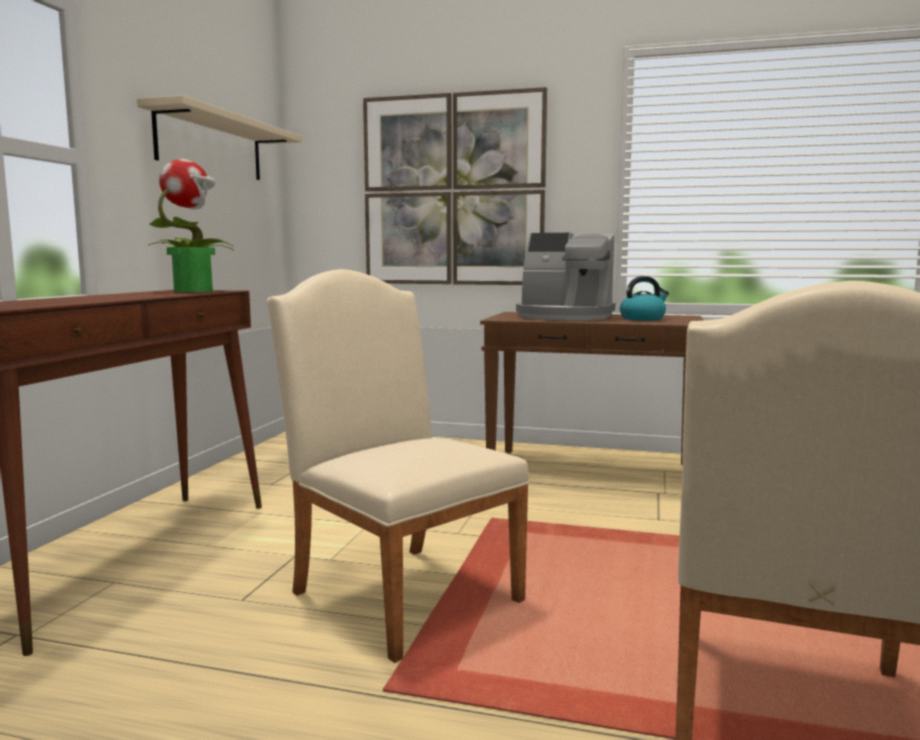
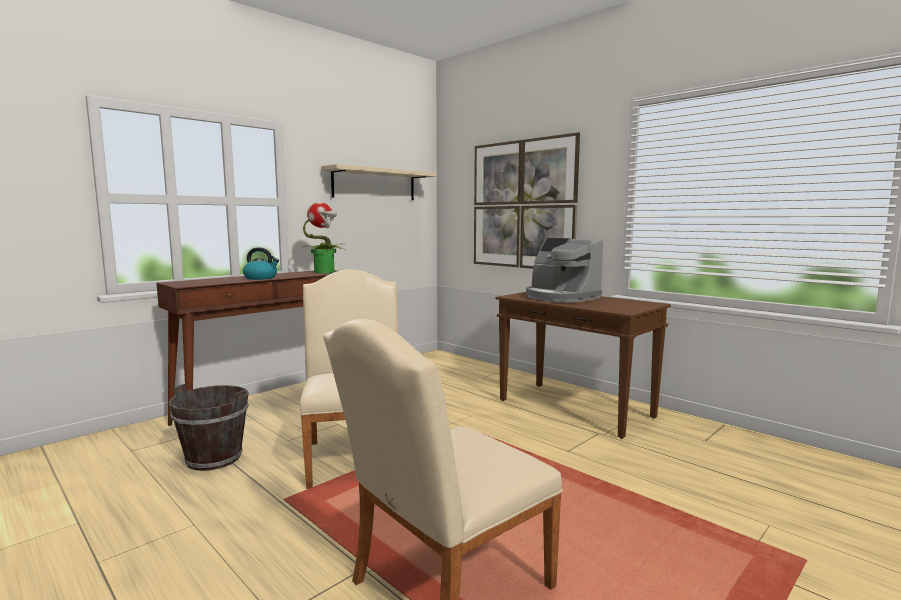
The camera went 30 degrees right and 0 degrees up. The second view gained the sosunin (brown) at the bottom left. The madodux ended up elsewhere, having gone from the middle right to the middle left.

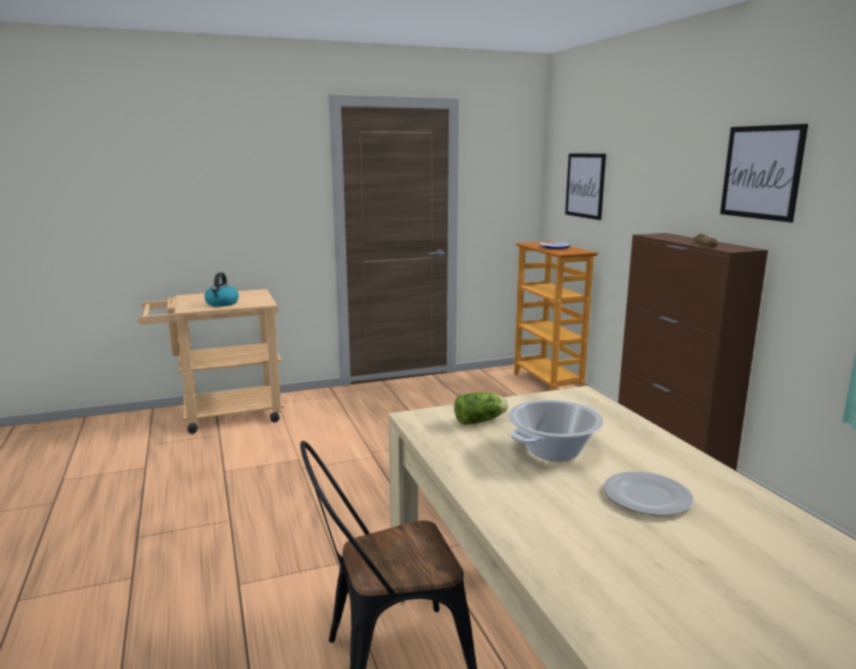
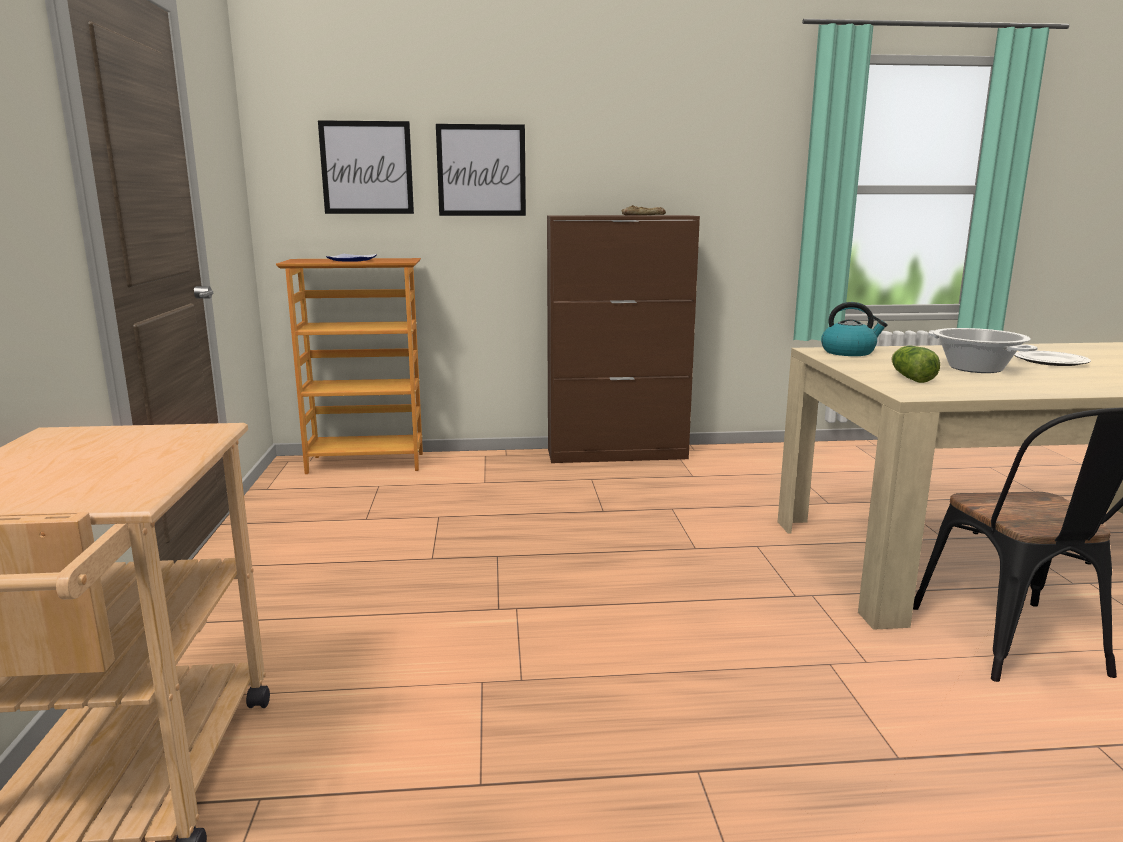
The camera went 75 degrees left and 0 degrees up. The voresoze (2nd from left) ended up elsewhere, having gone from the top right to the top centre. The madodux ended up elsewhere, having gone from the middle left to the middle right.

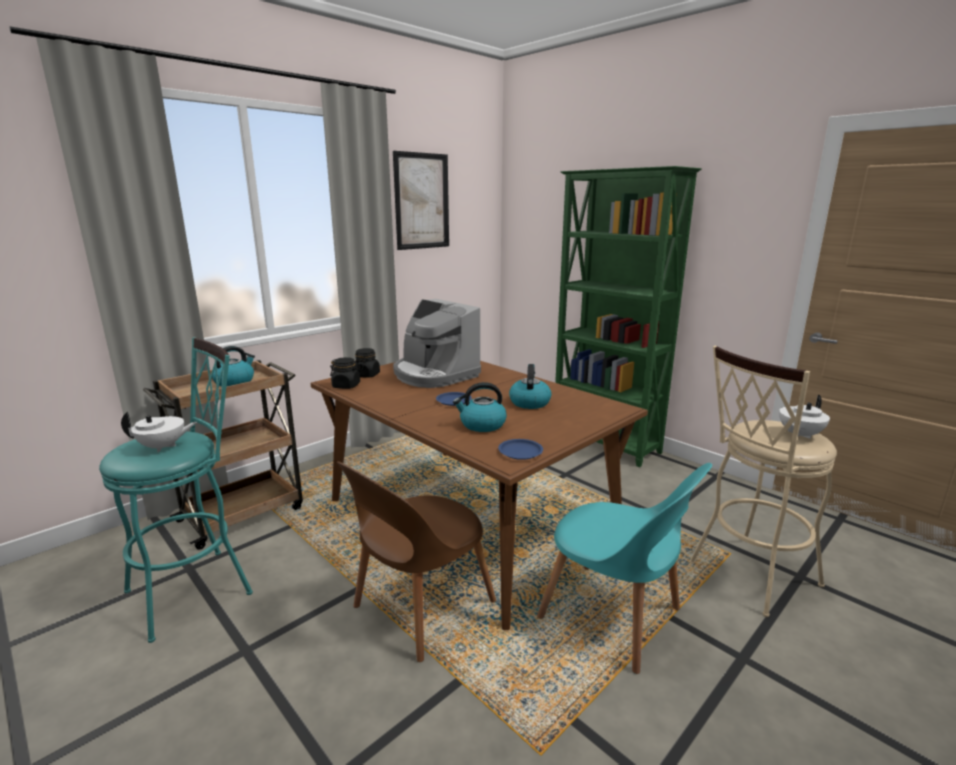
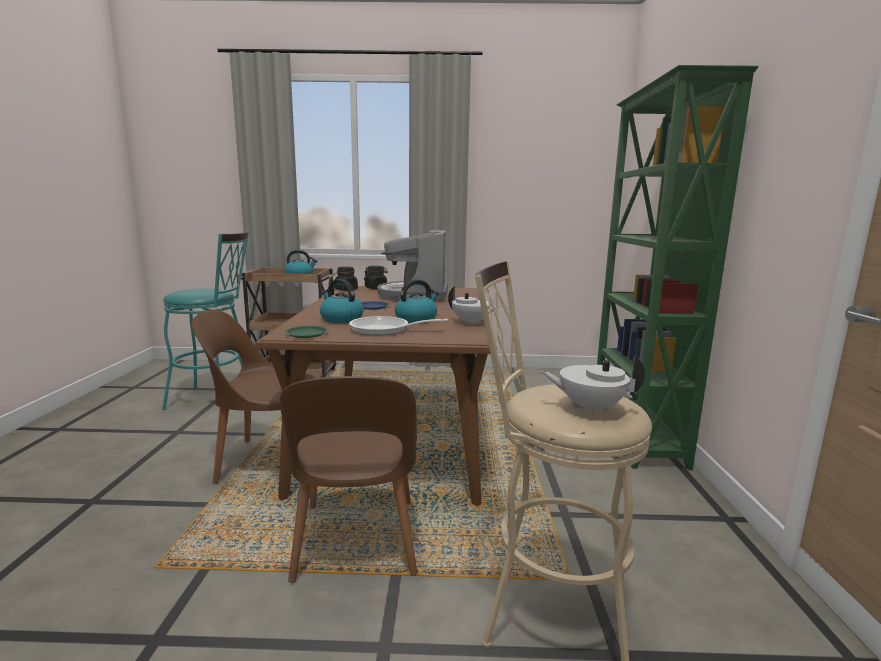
The camera went 45 degrees right and 5 degrees down. What was the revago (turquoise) at the bottom centre turned into the revago (brown) (2nd from left) at the bottom centre. What was the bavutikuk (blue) (2nd from left) at the centre turned into the bavutikuk (green) at the centre. The second view gained the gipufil at the centre. The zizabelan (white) (1st from left) ended up elsewhere, having gone from the middle left to the centre. The second view lost the voresoze at the top centre.

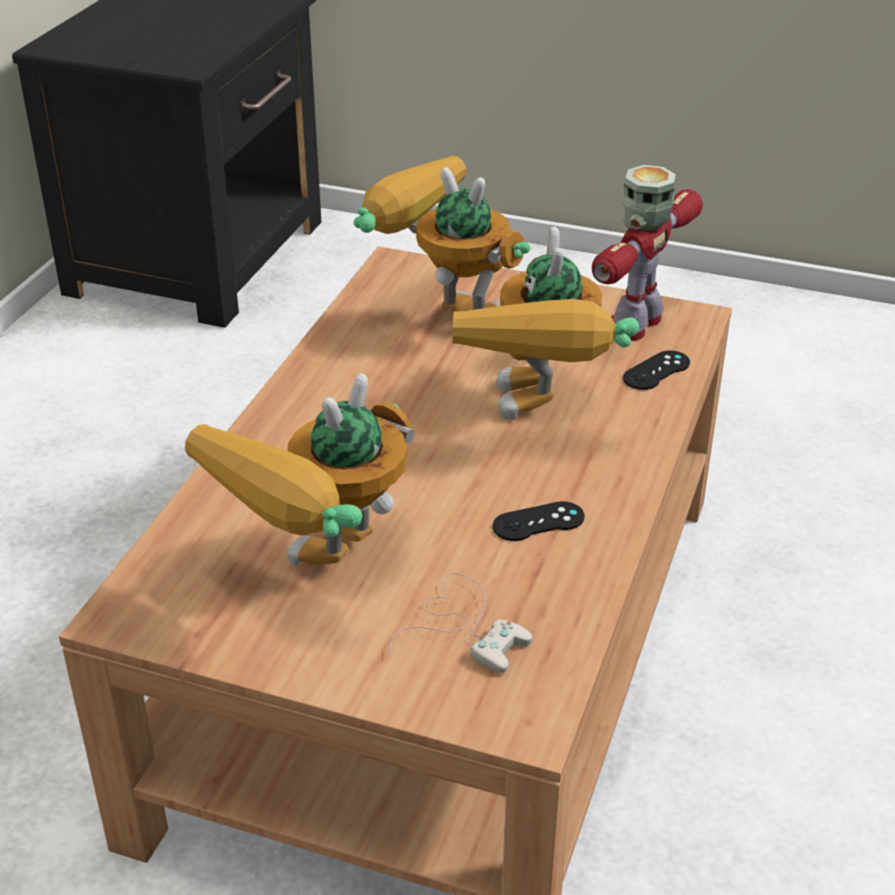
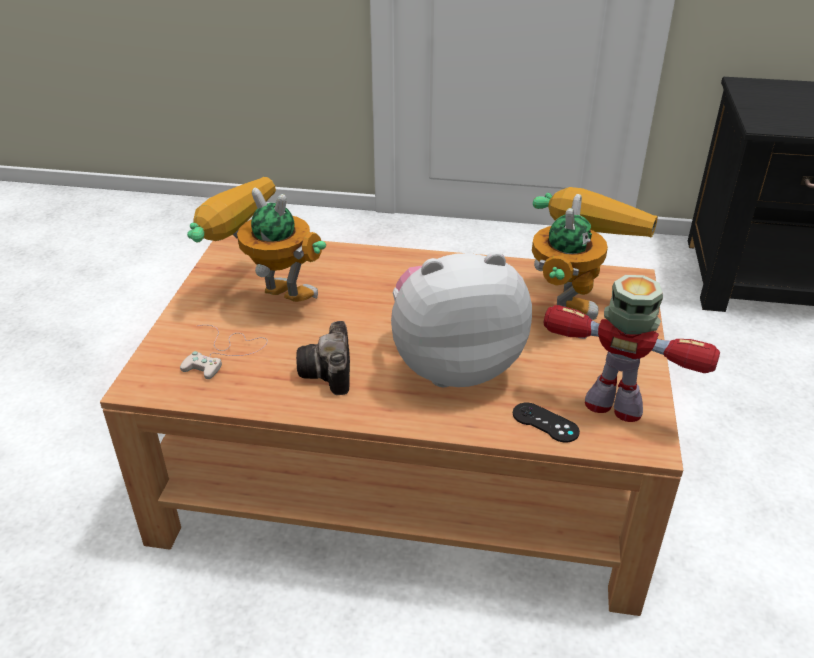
The camera went 80 degrees right and 0 degrees up. Where the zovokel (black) (1st from left) stood at the centre, the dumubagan came to stand at the centre. Where the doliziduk (3rd from left) stood at the centre, the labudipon came to stand at the centre.

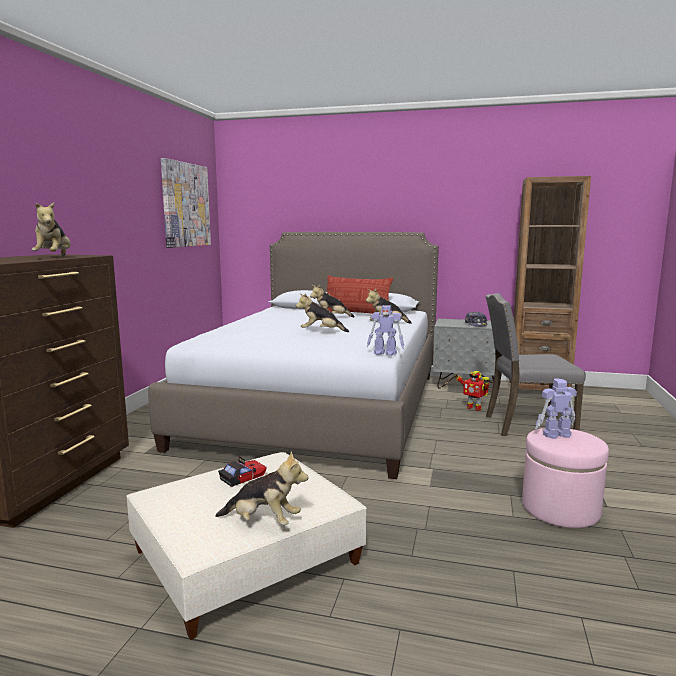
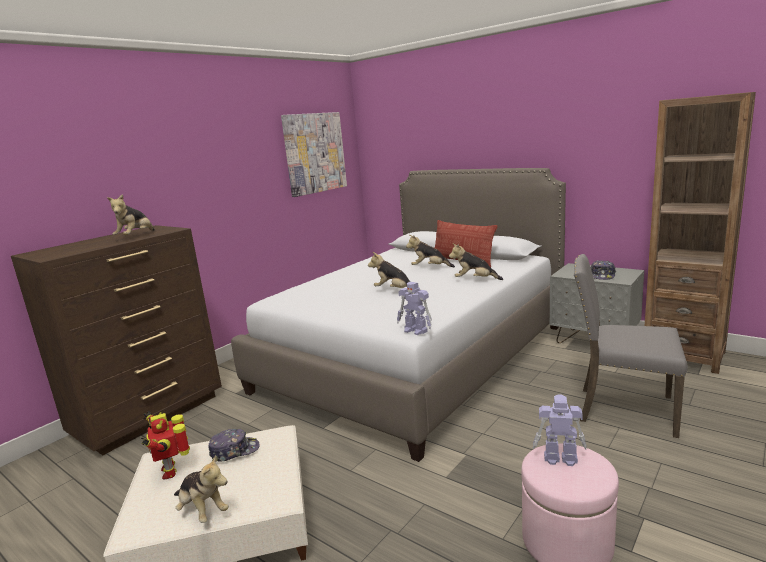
The camera went 25 degrees right and 5 degrees up. The doliziduk (2nd from left in the first image) ended up elsewhere, having gone from the middle right to the bottom left. Where the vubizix stood at the bottom centre, the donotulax (1st from left) came to stand at the bottom left.

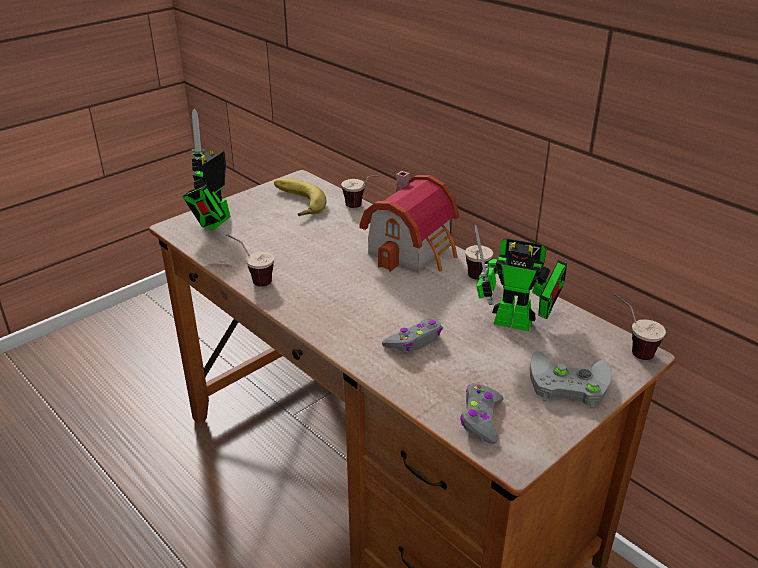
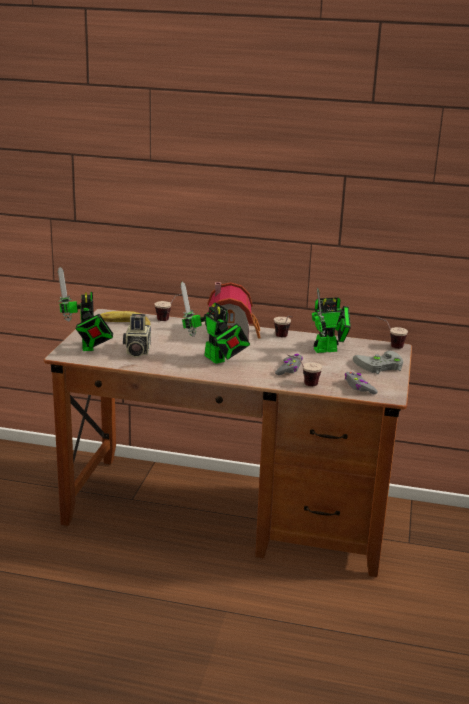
The camera went 35 degrees left and 10 degrees down. The second view gained the dumubagan at the middle left. The second view gained the doliziduk (2nd from left) at the centre. The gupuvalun (1st from left in the first image) ended up elsewhere, having gone from the middle left to the centre.

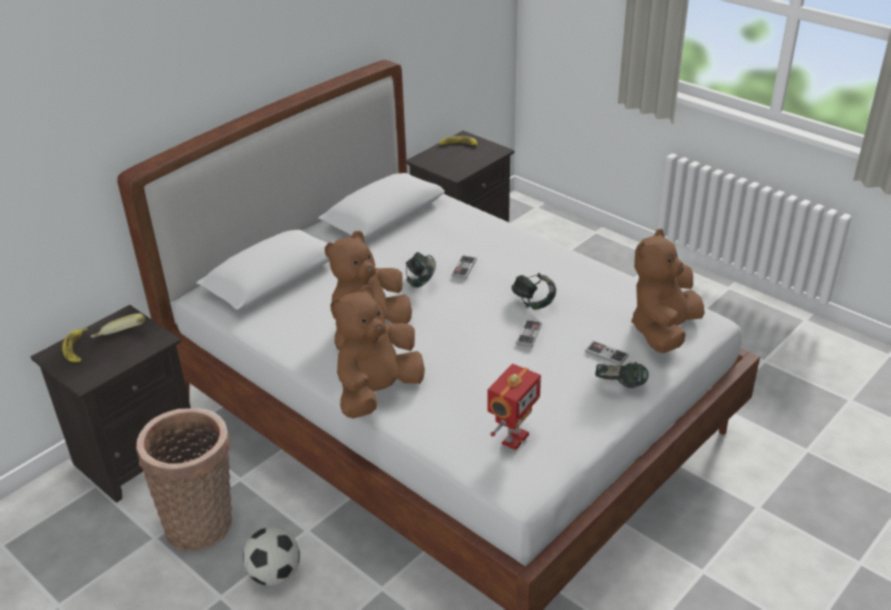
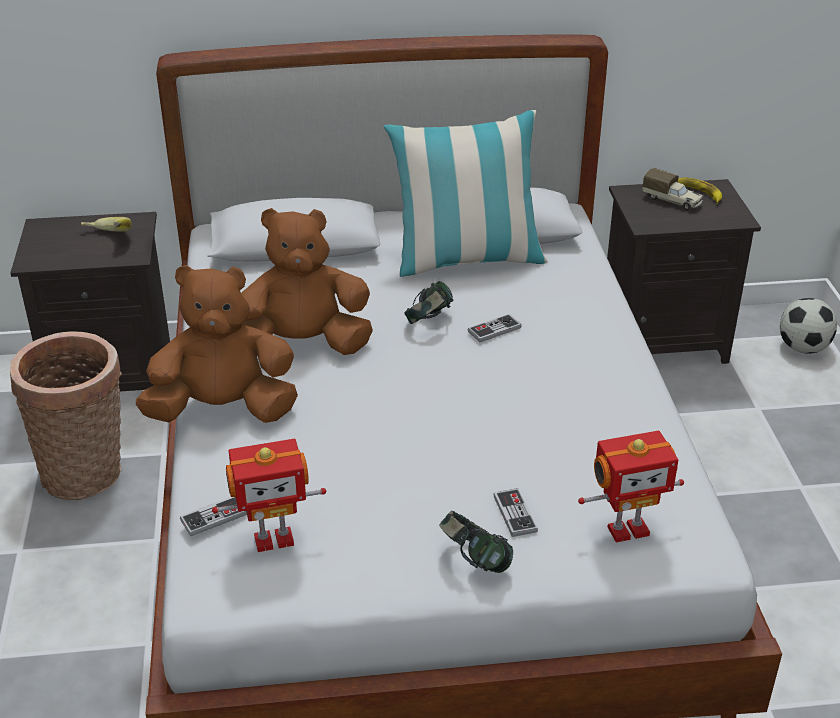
The camera went 40 degrees right and 0 degrees up. The zovokel (2nd from left in the first image) ended up elsewhere, having gone from the centre to the bottom left. The second view gained the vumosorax at the top centre. Where the labudipon (brown) (3rd from left) stood at the middle right, the doliziduk (2nd from left) came to stand at the bottom right. The second view gained the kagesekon at the top right. The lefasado ended up elsewhere, having gone from the bottom left to the middle right. The second view lost the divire (1st from left) at the middle left. The second view lost the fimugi (2nd from left) at the centre.

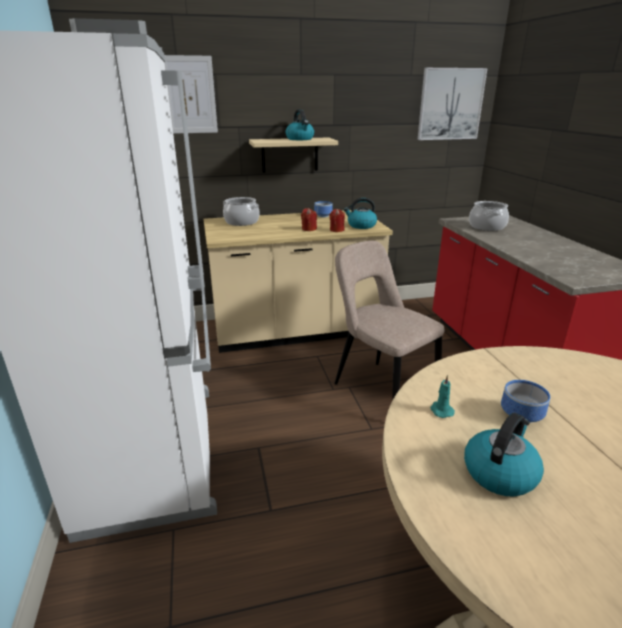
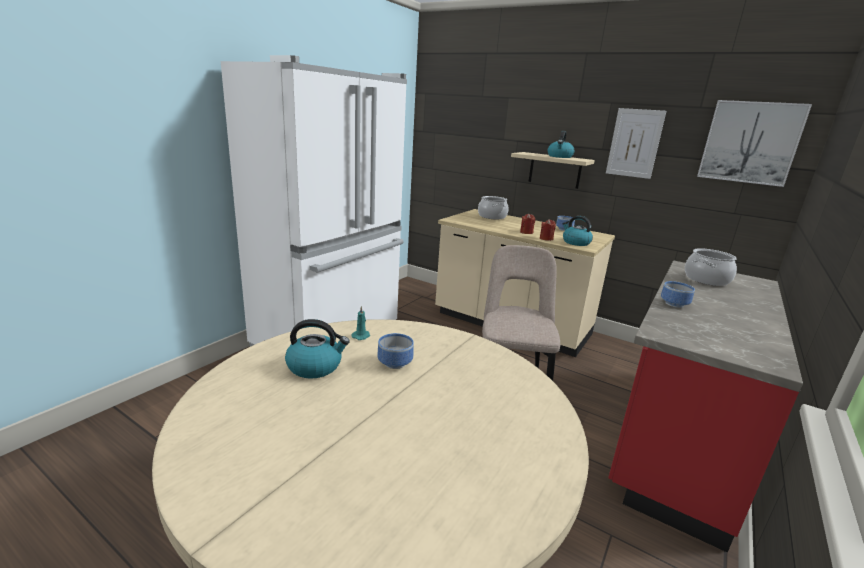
The camera went 45 degrees right and 5 degrees down. The voresoze (1st from left) ended up elsewhere, having gone from the top left to the top right. The second view gained the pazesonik (3rd from left) at the middle right.

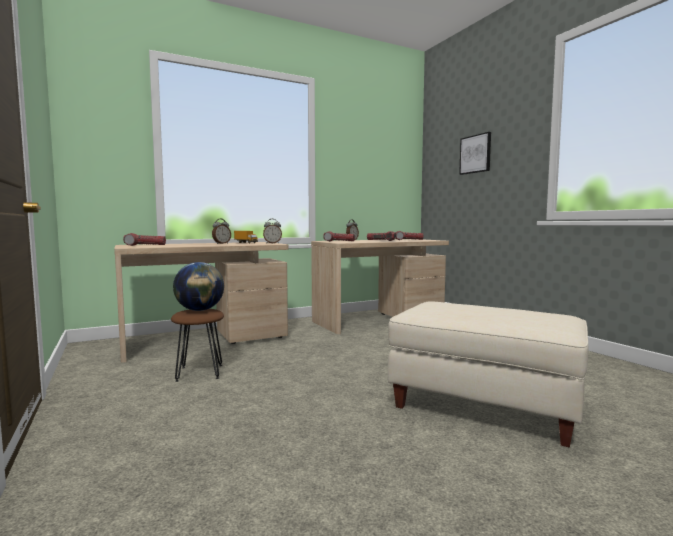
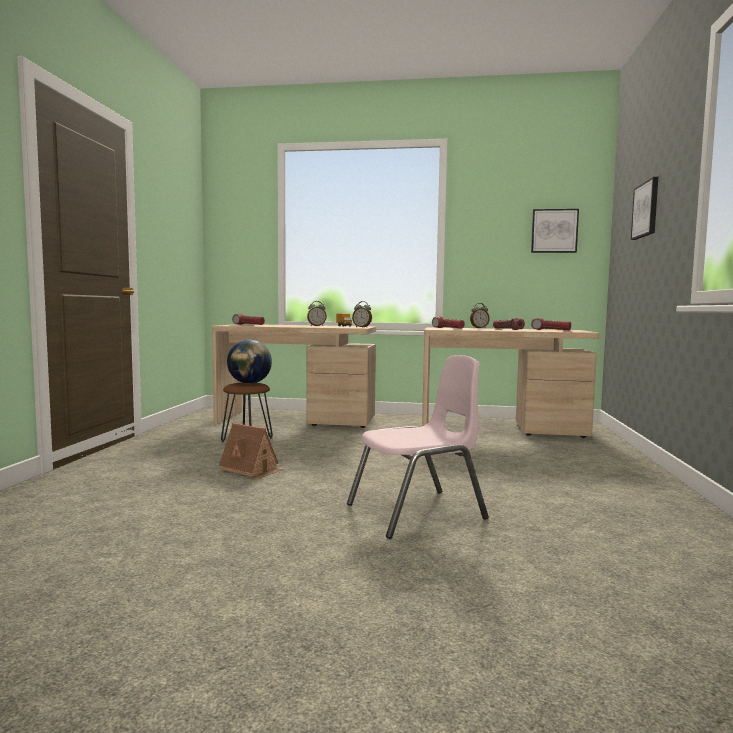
The camera went 35 degrees right and 0 degrees up. The second view gained the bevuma at the centre. Where the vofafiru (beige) stood at the bottom right, the revago (pink) came to stand at the centre. The second view gained the voresoze (1st from left) at the top right.

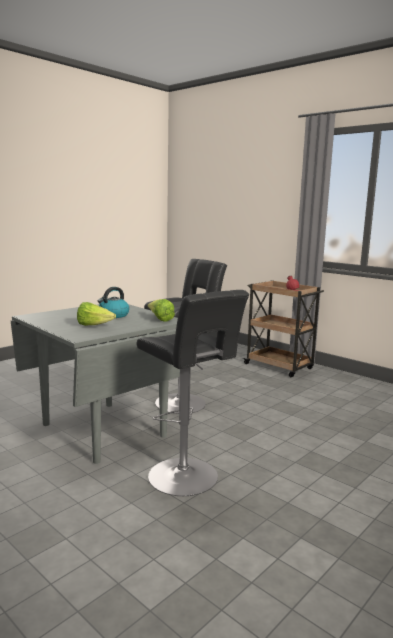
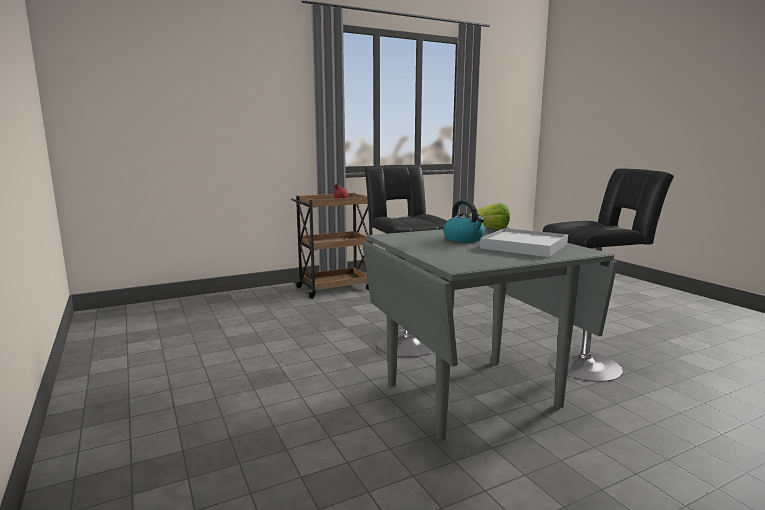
The camera went 70 degrees left and 0 degrees up. Where the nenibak (1st from left) stood at the middle left, the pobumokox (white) came to stand at the middle right.

